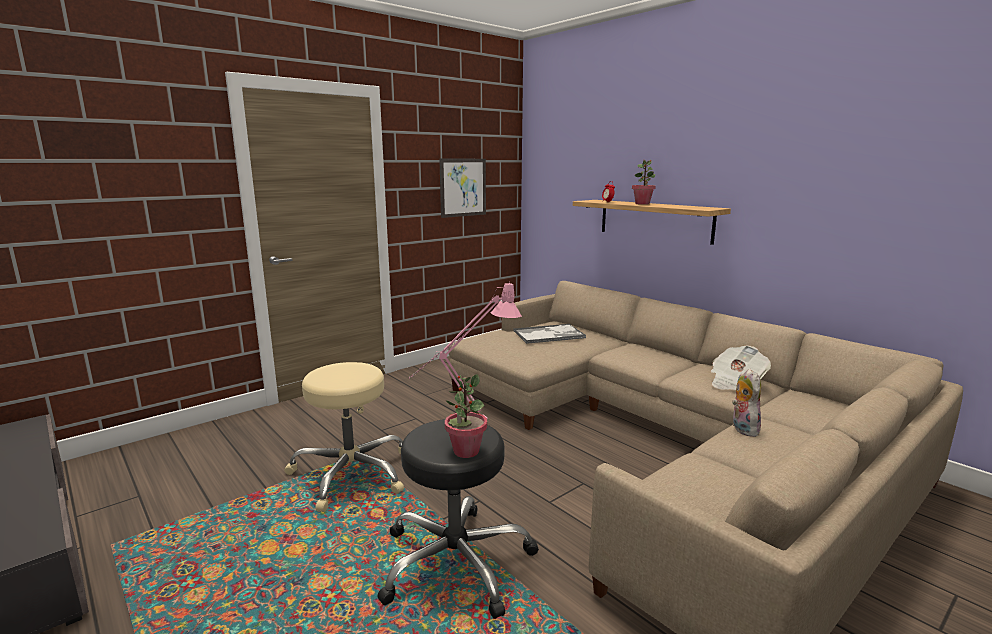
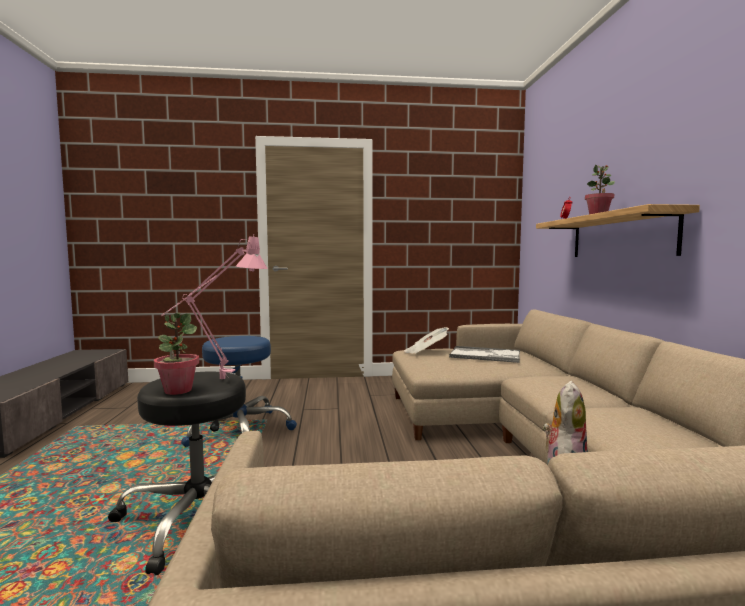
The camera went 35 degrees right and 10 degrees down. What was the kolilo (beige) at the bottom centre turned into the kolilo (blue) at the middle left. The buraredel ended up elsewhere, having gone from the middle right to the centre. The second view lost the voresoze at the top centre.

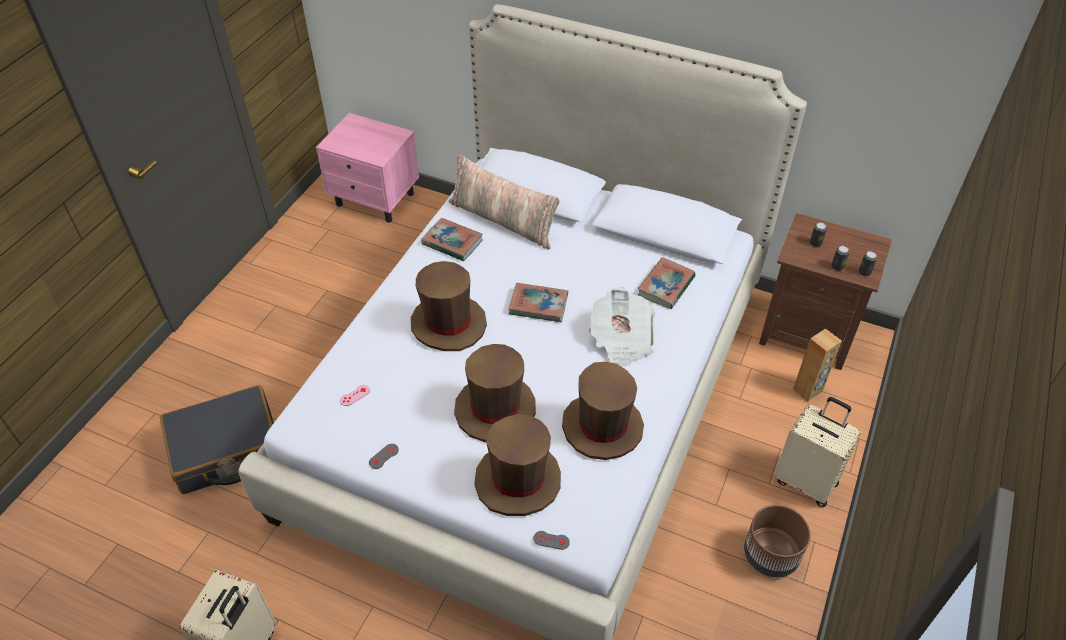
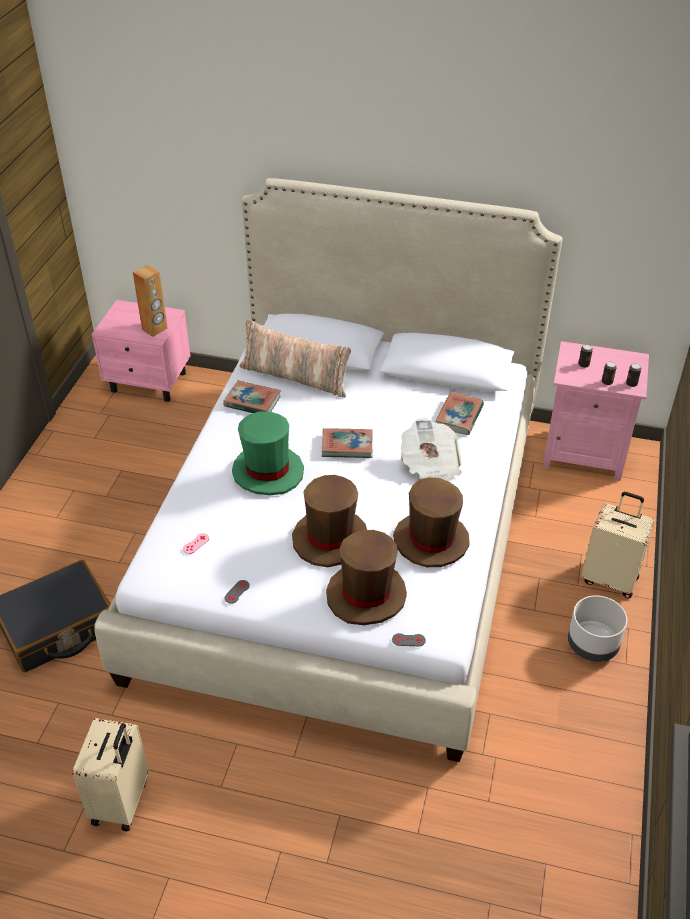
The camera went 10 degrees left and 5 degrees down. The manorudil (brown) ended up elsewhere, having gone from the middle right to the top left. What was the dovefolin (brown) (1st from left) at the centre turned into the dovefolin (green) at the centre. What was the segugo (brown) at the middle right turned into the segugo (pink) (2nd from left) at the middle right. What was the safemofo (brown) at the bottom right turned into the safemofo (grey) at the bottom right.

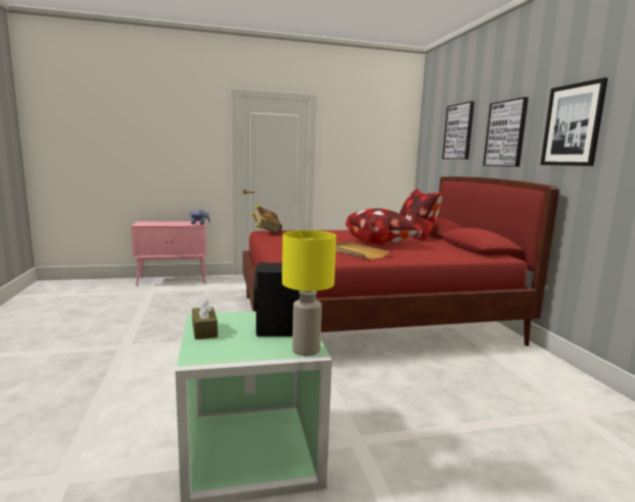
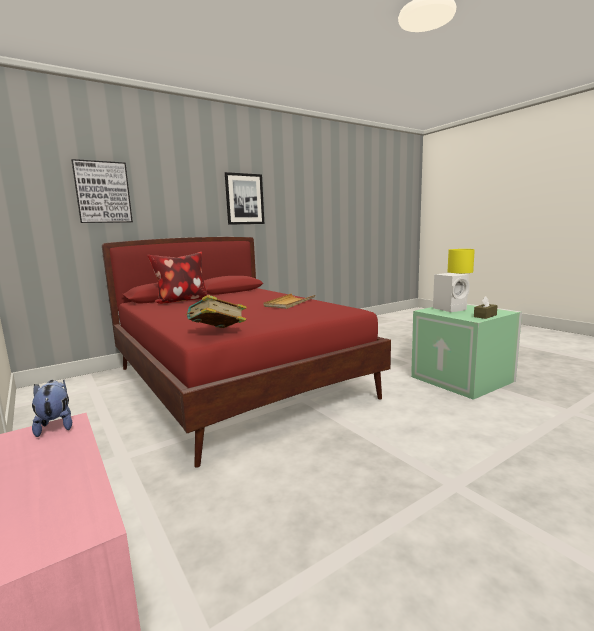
The camera went 110 degrees left and 0 degrees up. What was the manorudil (black) at the centre turned into the manorudil (white) at the middle right. The second view lost the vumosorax (1st from left) at the centre. The second view lost the voresoze (2nd from left) at the top right.

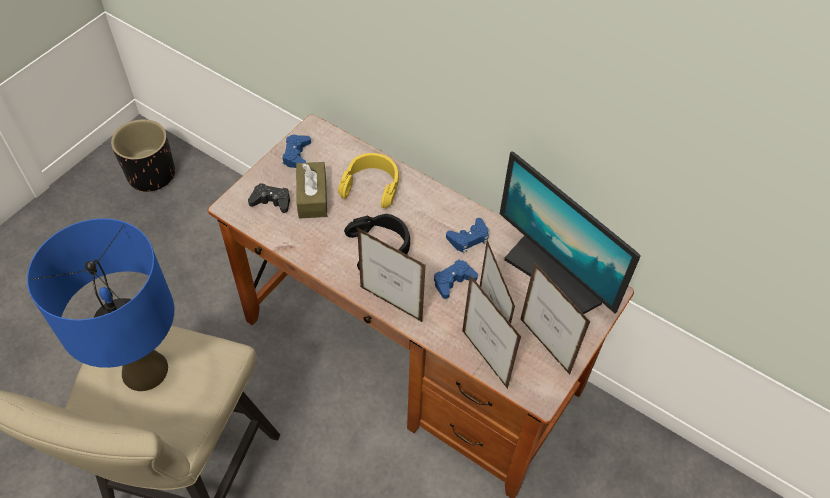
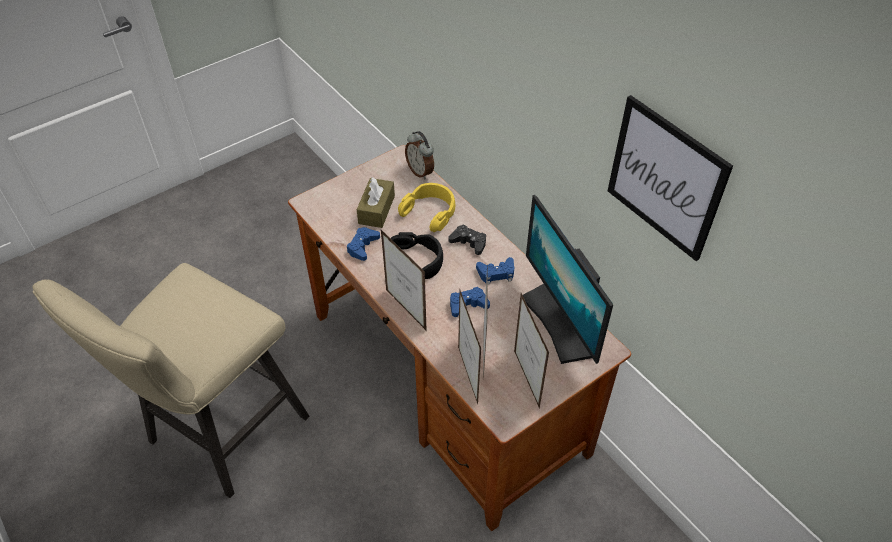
The camera went 20 degrees right and 5 degrees down. The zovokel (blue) (1st from left) ended up elsewhere, having gone from the top centre to the centre. The second view gained the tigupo at the top centre. The zovokel (black) ended up elsewhere, having gone from the middle left to the centre. The second view gained the voresoze at the top right. The second view lost the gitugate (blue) at the middle left. The second view lost the safemofo (black) at the top left.

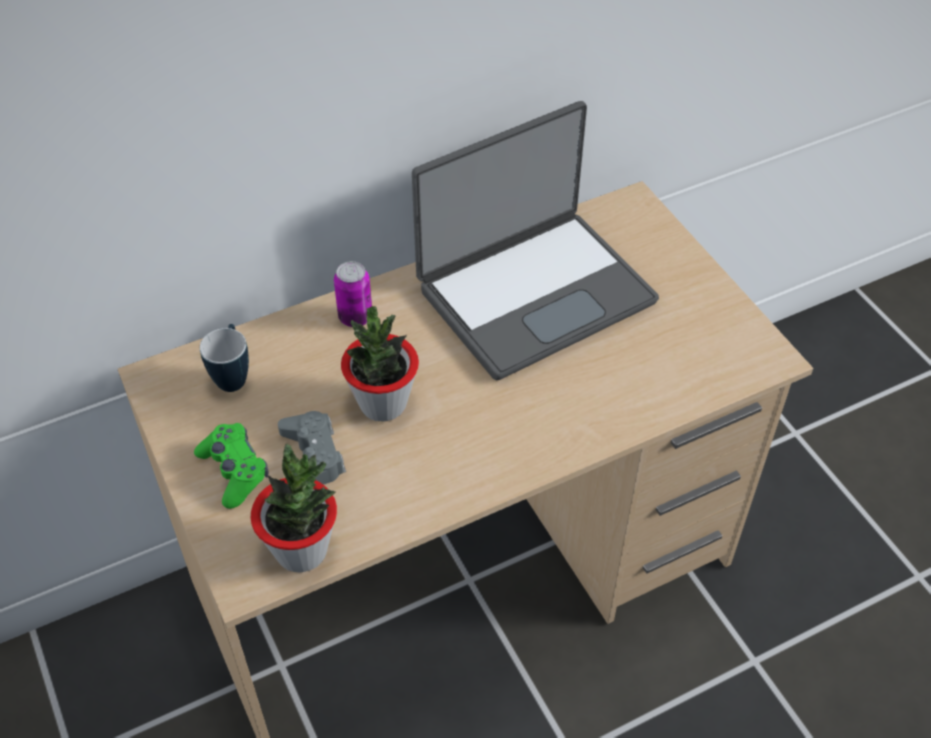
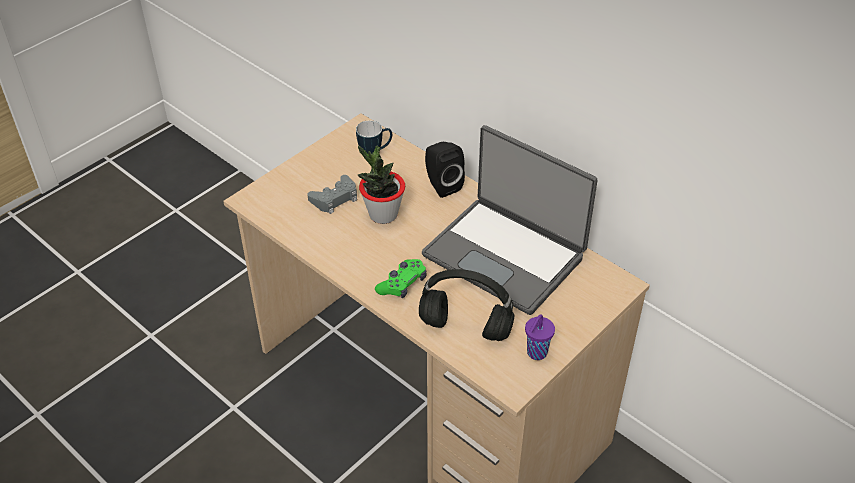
The camera went 70 degrees right and 5 degrees down. The zovokel (green) ended up elsewhere, having gone from the middle left to the centre. The second view gained the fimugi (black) at the centre. Where the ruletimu stood at the centre, the manorudil (black) came to stand at the centre. The second view gained the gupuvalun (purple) at the bottom centre. The second view lost the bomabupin (1st from left) at the bottom left.

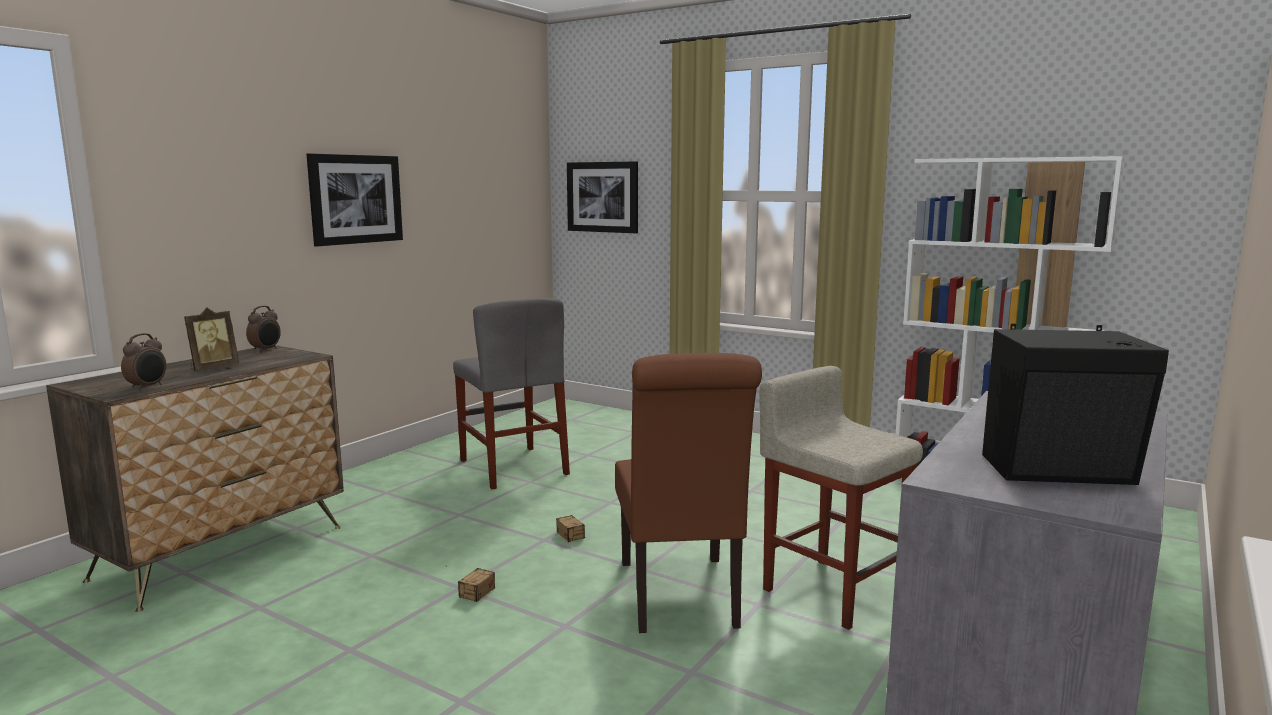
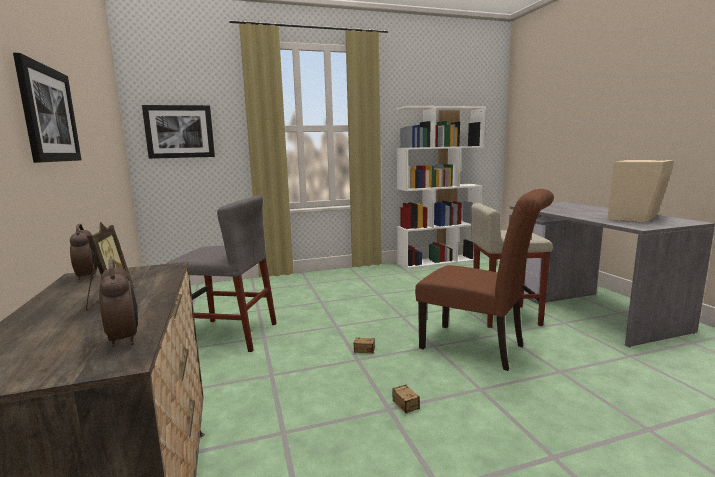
The camera went 50 degrees left and 0 degrees up. What was the manorudil (black) at the middle right turned into the manorudil (beige) at the middle right.

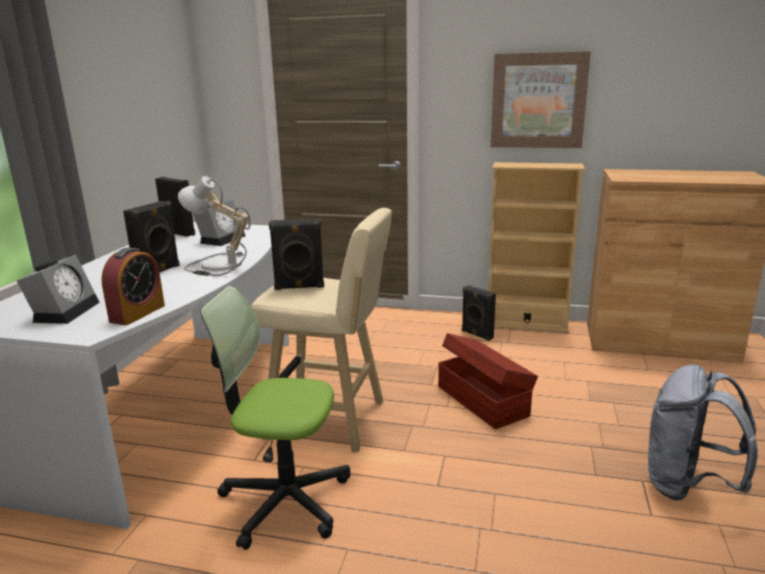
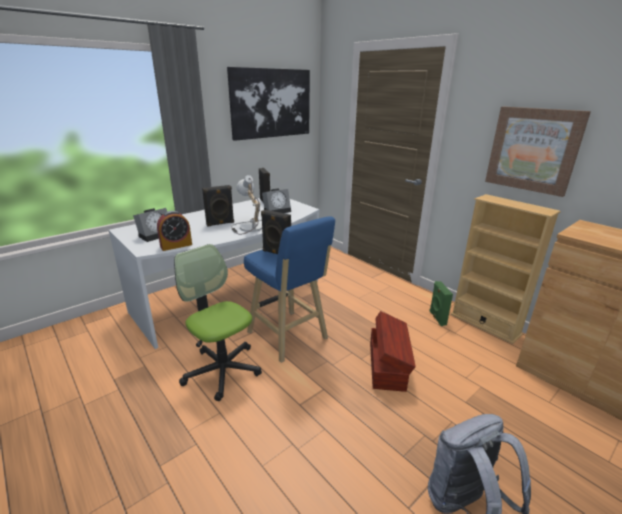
The camera went 35 degrees right and 5 degrees up. The second view gained the voresoze (1st from left) at the top centre. What was the kolilo (beige) at the centre turned into the kolilo (blue) at the centre. What was the manorudil (black) (4th from left) at the centre turned into the manorudil (green) at the middle right.

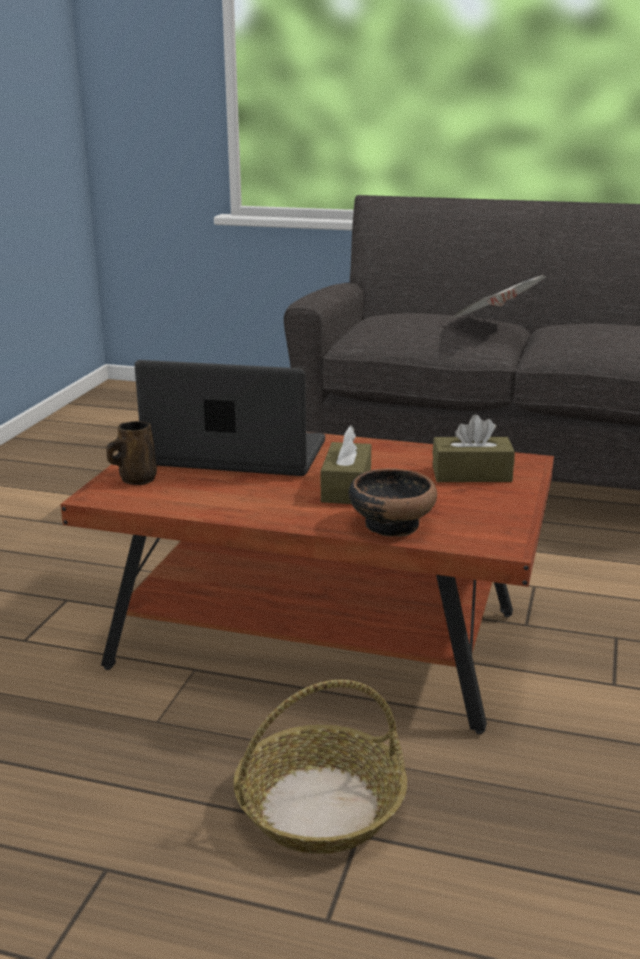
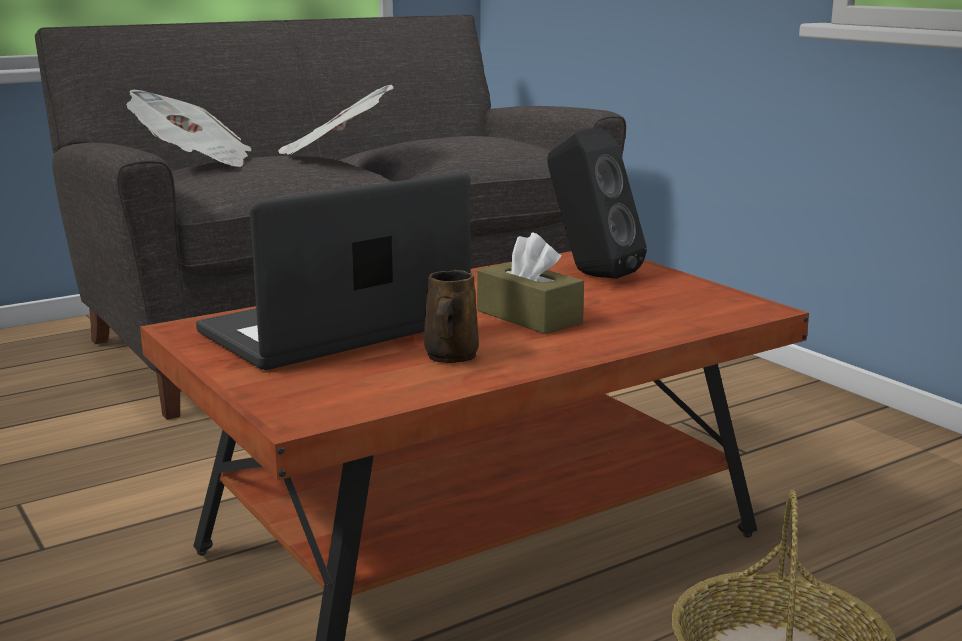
The camera went 50 degrees left and 5 degrees down. The second view gained the buraredel (1st from left) at the top left. The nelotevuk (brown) ended up elsewhere, having gone from the middle left to the centre. Where the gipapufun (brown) (2nd from left) stood at the middle right, the manorudil (black) came to stand at the top centre. The second view lost the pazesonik at the centre.

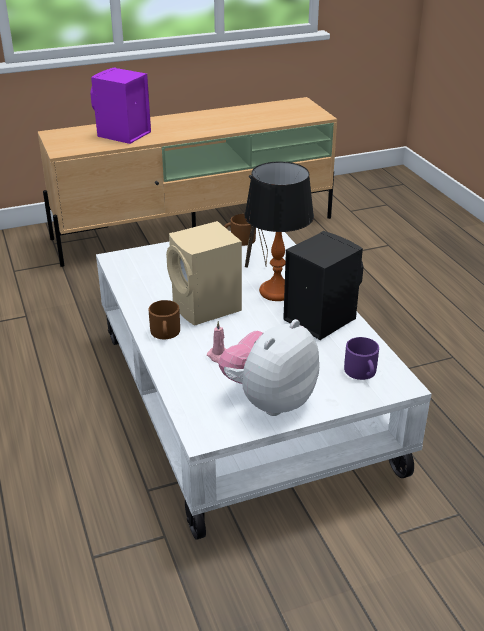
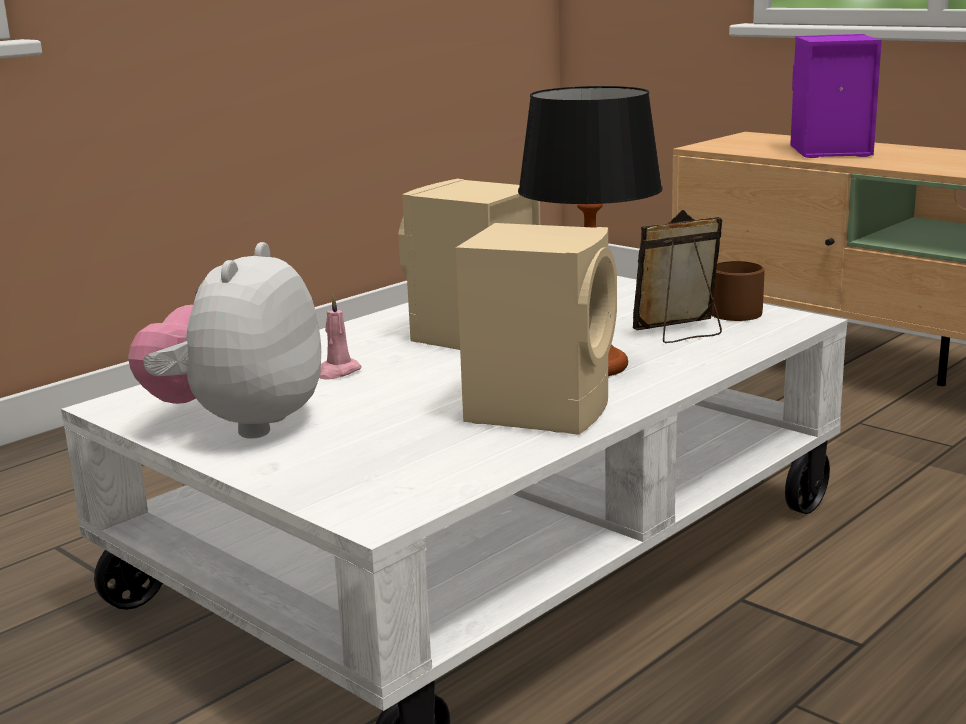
The camera went 65 degrees right and 15 degrees down. The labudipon at the centre ended up facing another way, 90 degrees counterclockwise from before. What was the manorudil (black) at the middle right turned into the manorudil (beige) (2nd from left) at the centre. The second view lost the nelotevuk (brown) (1st from left) at the centre. The second view lost the nelotevuk (purple) at the middle right.

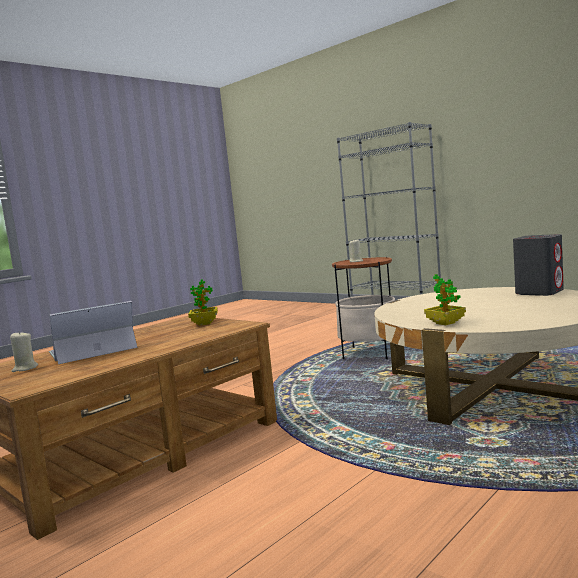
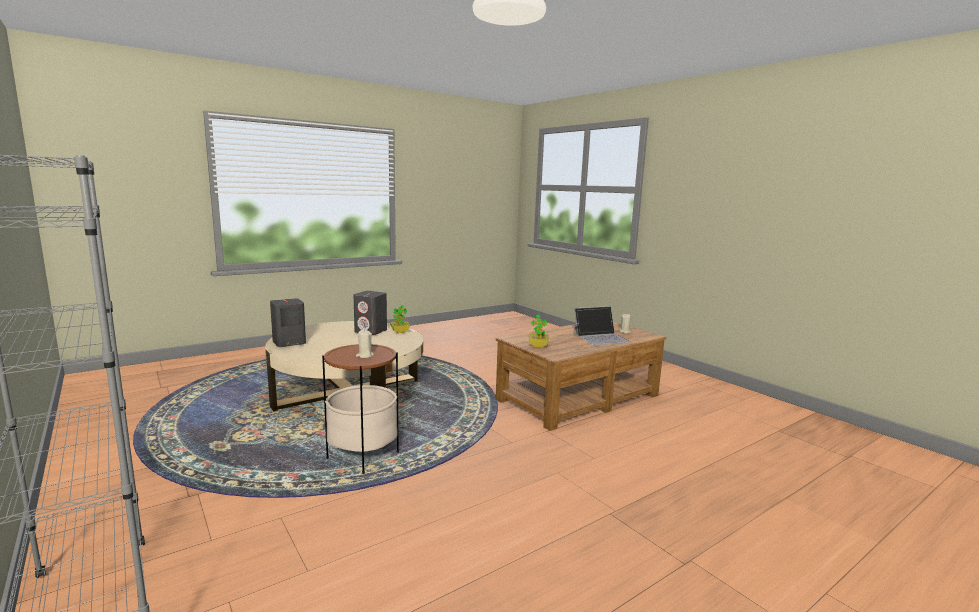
The camera went 170 degrees left and 5 degrees up. The second view gained the manorudil (grey) (2nd from left) at the centre.

